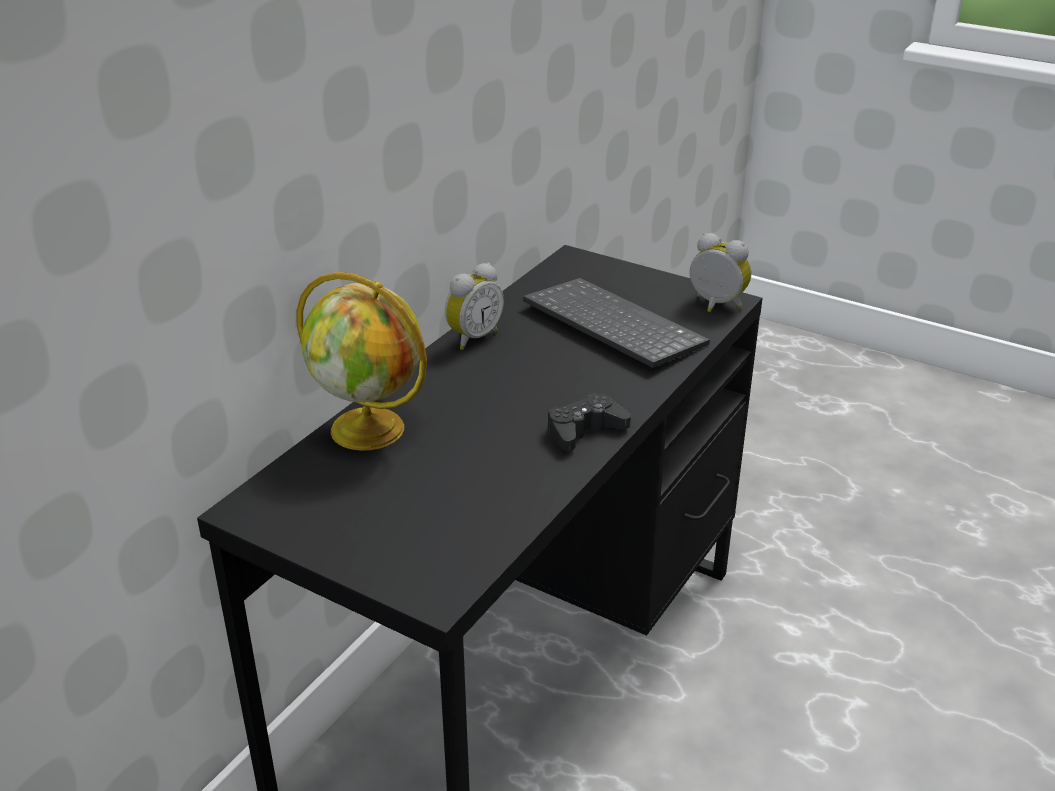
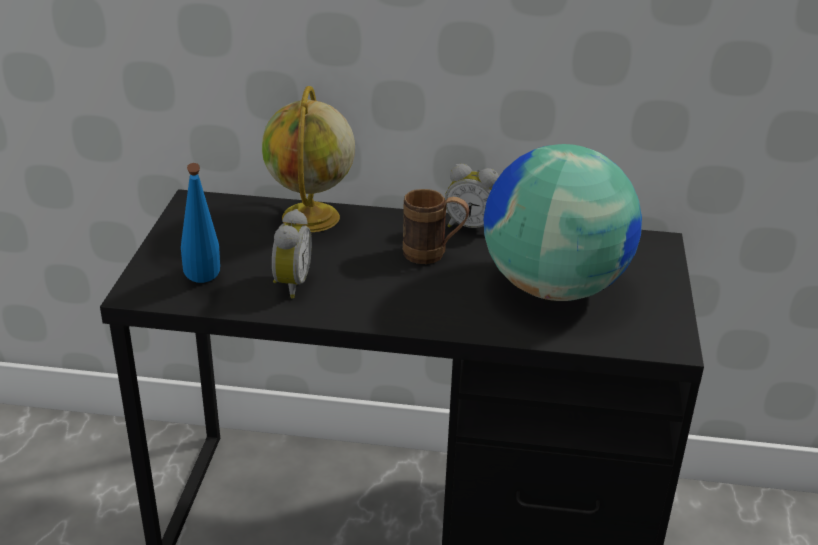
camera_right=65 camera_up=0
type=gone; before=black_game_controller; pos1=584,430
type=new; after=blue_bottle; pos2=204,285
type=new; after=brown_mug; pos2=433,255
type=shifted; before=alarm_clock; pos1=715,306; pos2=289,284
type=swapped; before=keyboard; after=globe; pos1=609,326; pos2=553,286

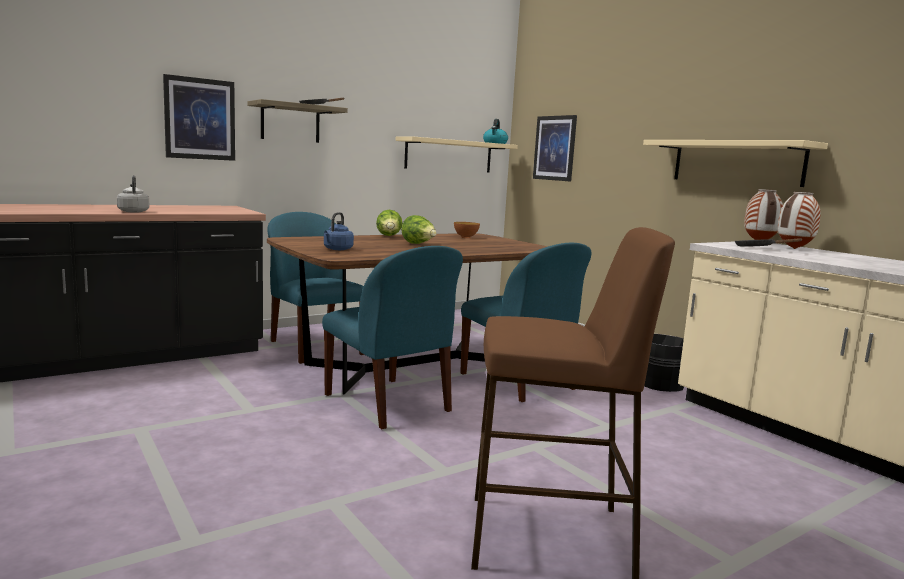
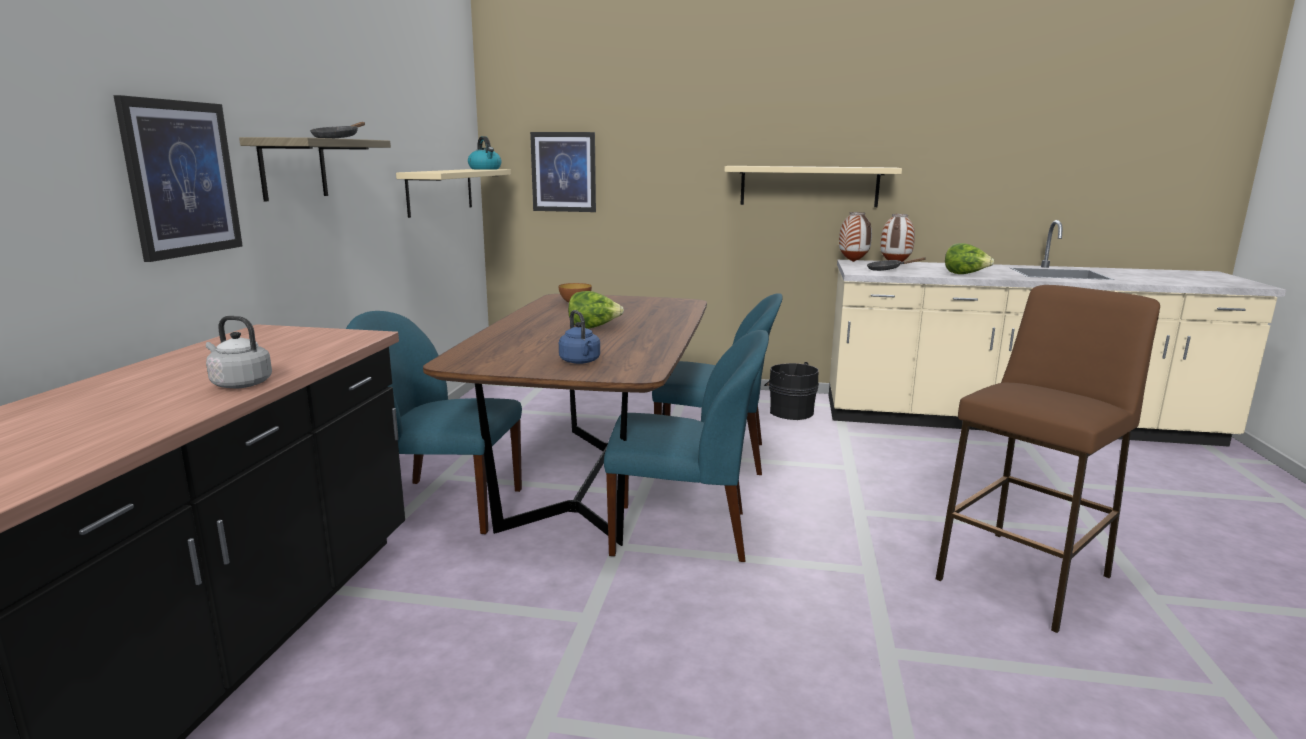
camera_right=-45 camera_up=5
type=shifted; before=lettuce; pos1=389,236; pos2=965,274

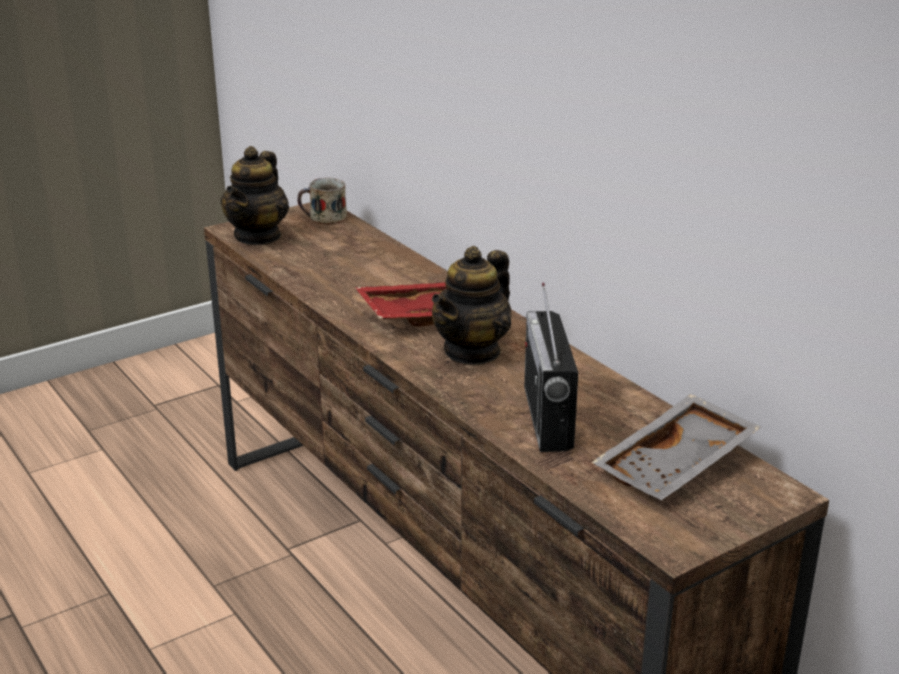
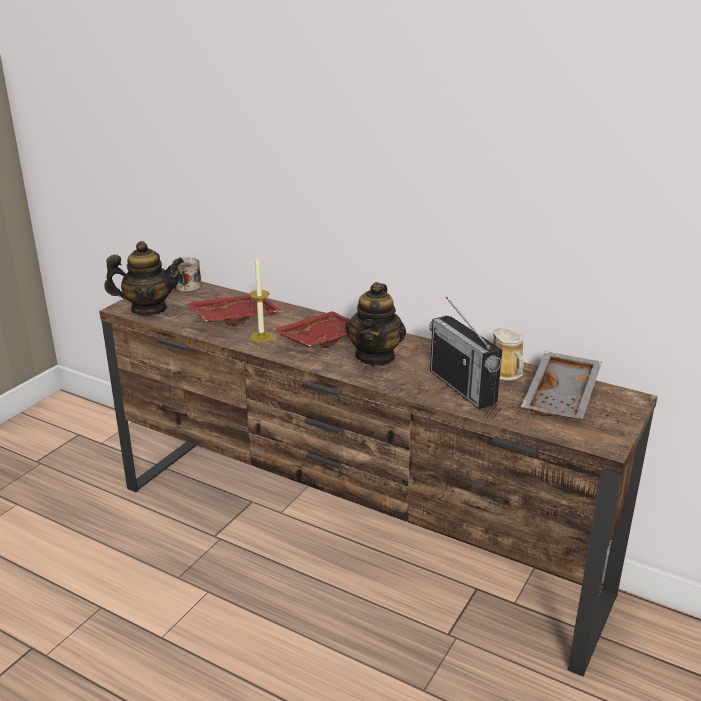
camera_right=-25 camera_up=0
type=new; after=red_tray; pos2=233,318
type=new; after=candle; pos2=261,337
type=new; after=mug; pos2=506,374
type=rotated; before=teapot; pos1=258,236; pos2=149,309; turn=-90

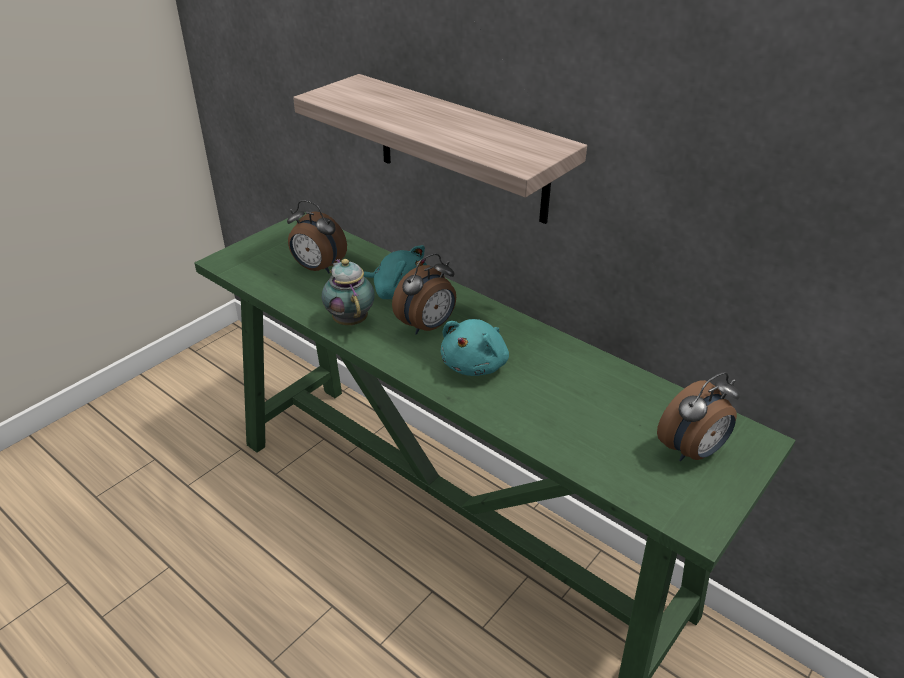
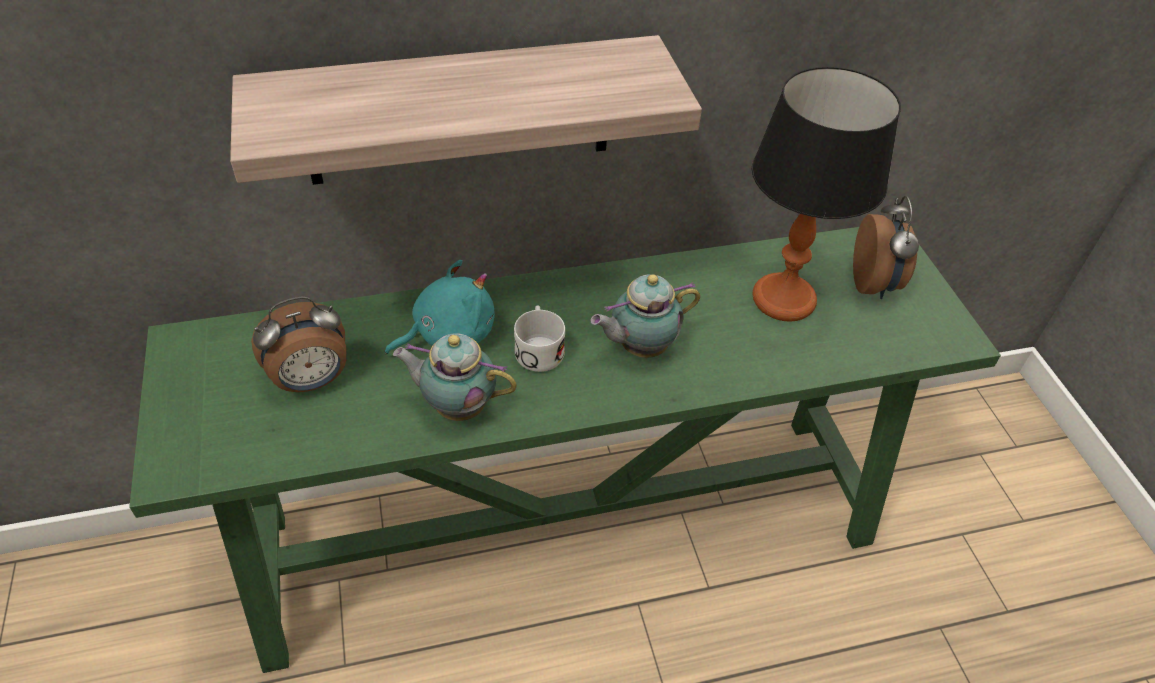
camera_right=-55 camera_up=10
type=new; after=table_lamp; pos2=782,298
type=swapped; before=alarm_clock; after=white_mug; pos1=427,326; pos2=539,348
type=swapped; before=turquoise_plush_toy; after=teapot; pos1=476,364; pos2=640,347

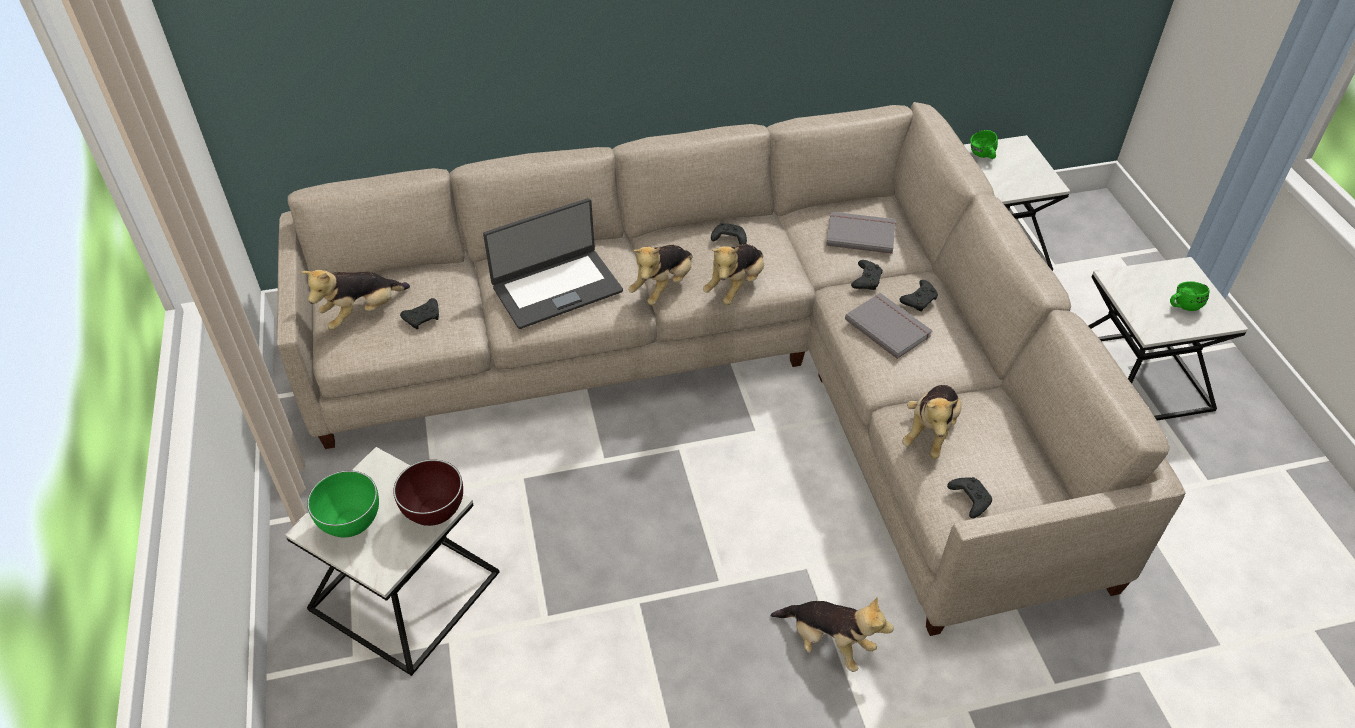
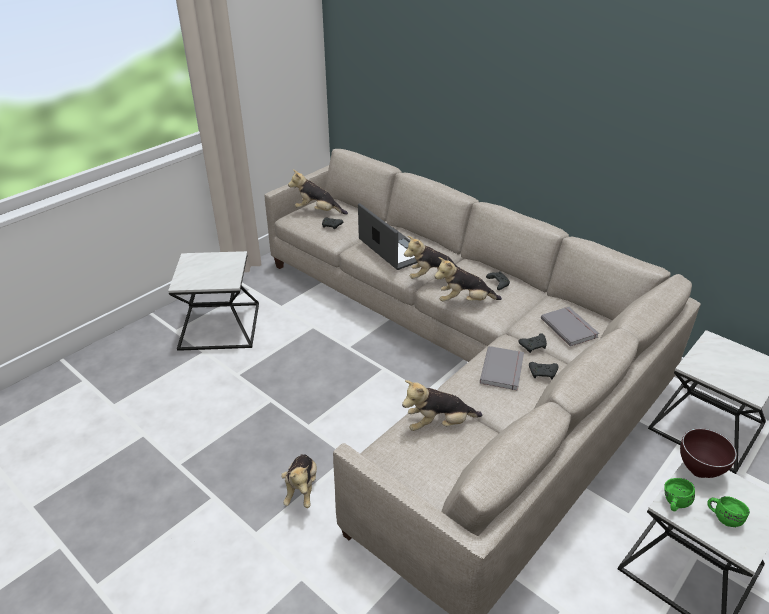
camera_right=55 camera_up=-10
type=gone; before=green_bowl; pos1=351,526
type=gone; before=black_game_controller; pos1=969,499
type=shifted; before=brown_bowl; pos1=437,514; pos2=700,471
type=shifted; before=green_mug; pos1=982,156; pos2=673,503
type=rotated; before=laptop; pos1=556,288; pos2=393,249; turn=-150

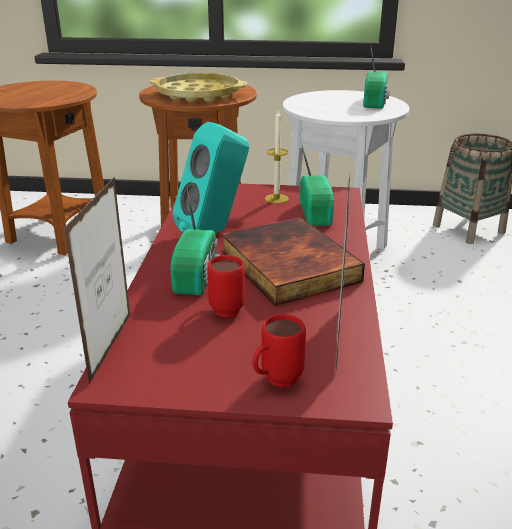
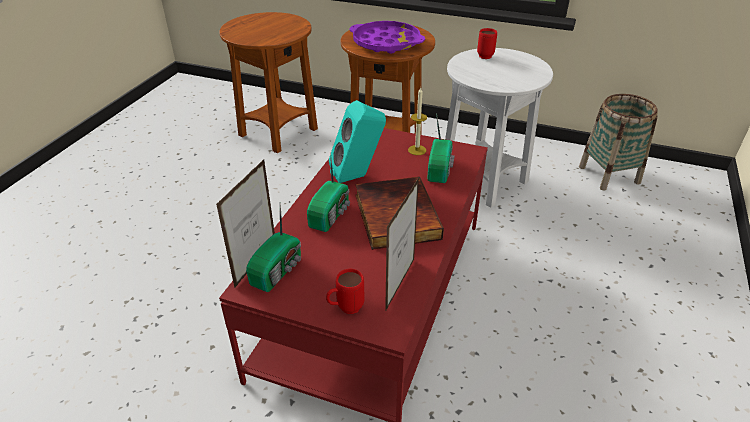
camera_right=15 camera_up=10
type=shifted; before=red_mug; pos1=226,307; pos2=485,55
type=shifted; before=radio; pos1=376,102; pos2=278,270
type=repainted; before=yellow_tray; after=purple_tray; pos1=198,94; pos2=386,43

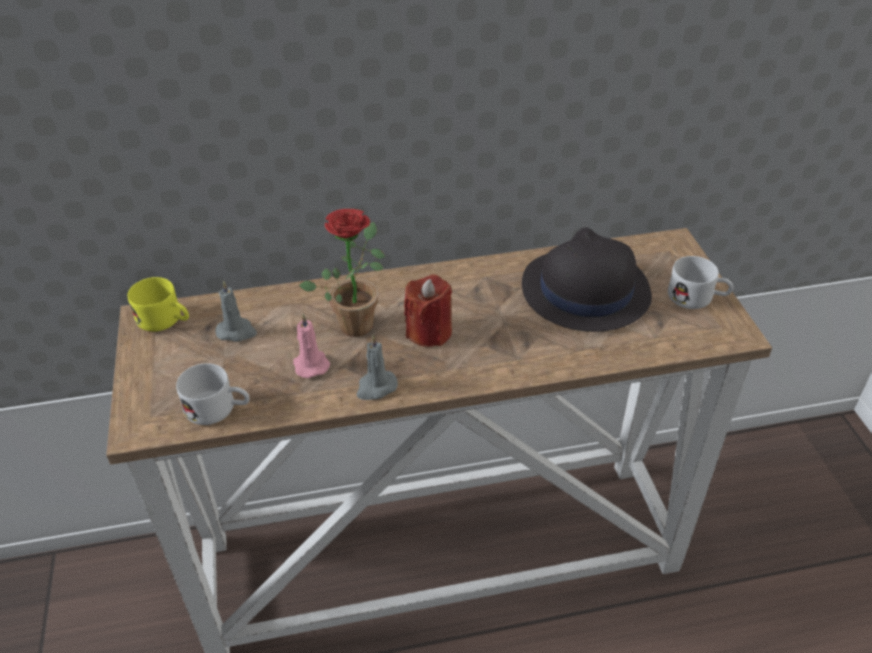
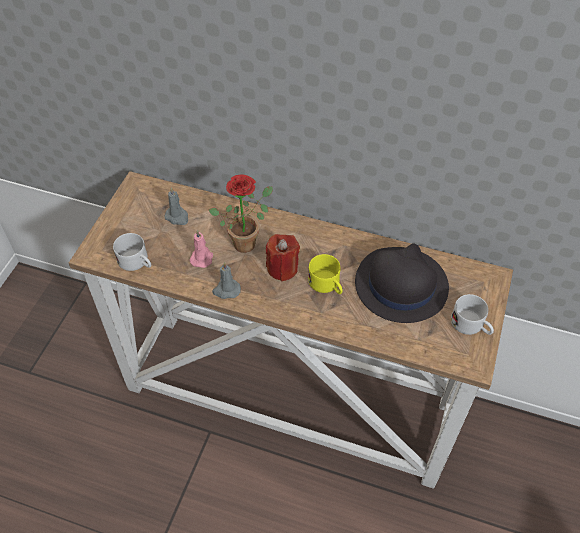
camera_right=30 camera_up=10
type=shifted; before=yellow_mug; pos1=166,320; pos2=327,285

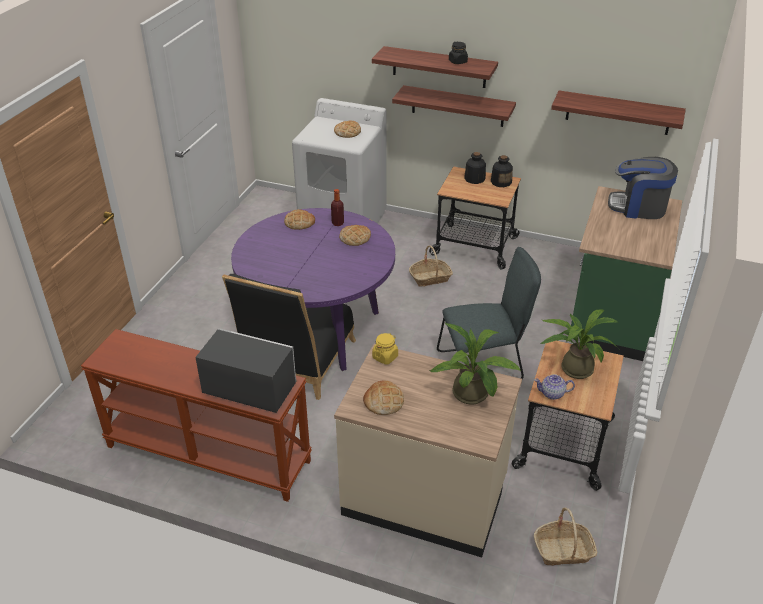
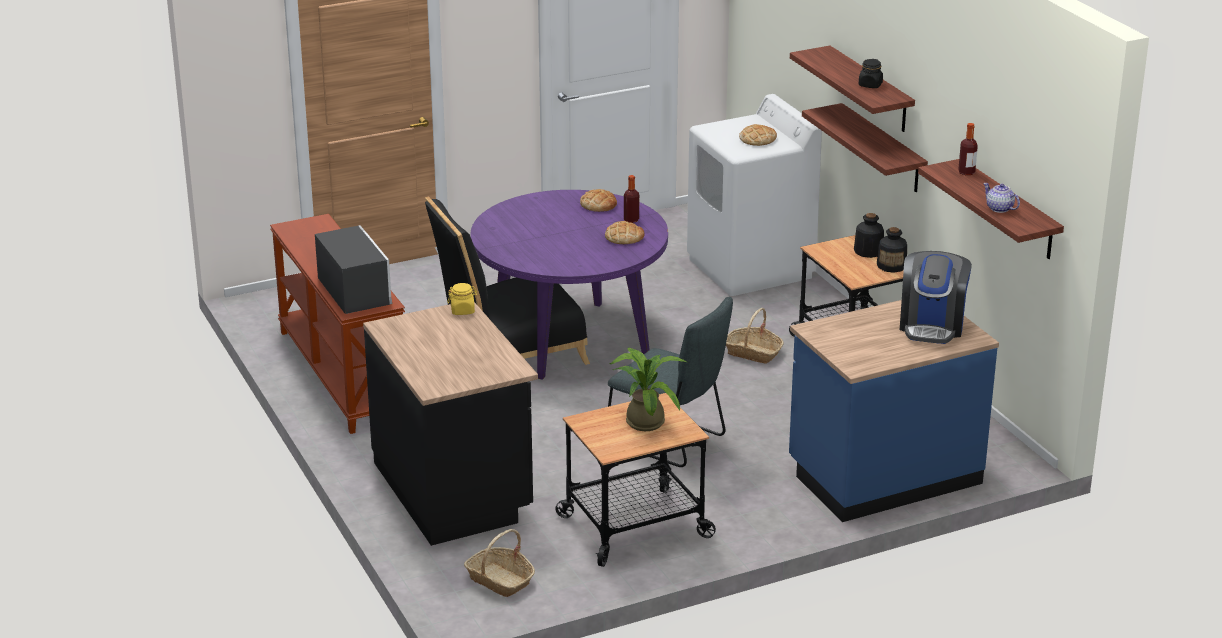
camera_right=45 camera_up=-10
type=gone; before=bread; pos1=383,401
type=gone; before=potted_plant; pos1=473,396
type=new; after=bottle; pos2=966,172
type=shifted; before=teapot; pos1=552,394; pos2=999,209
type=repainted; before=beige_counter; after=black_counter; pos1=425,497; pos2=454,489
type=repainted; before=green_counter; after=blue_counter; pos1=611,317; pos2=883,474
type=rotated; before=coffee_machine; pos1=638,207; pos2=932,325; turn=-135

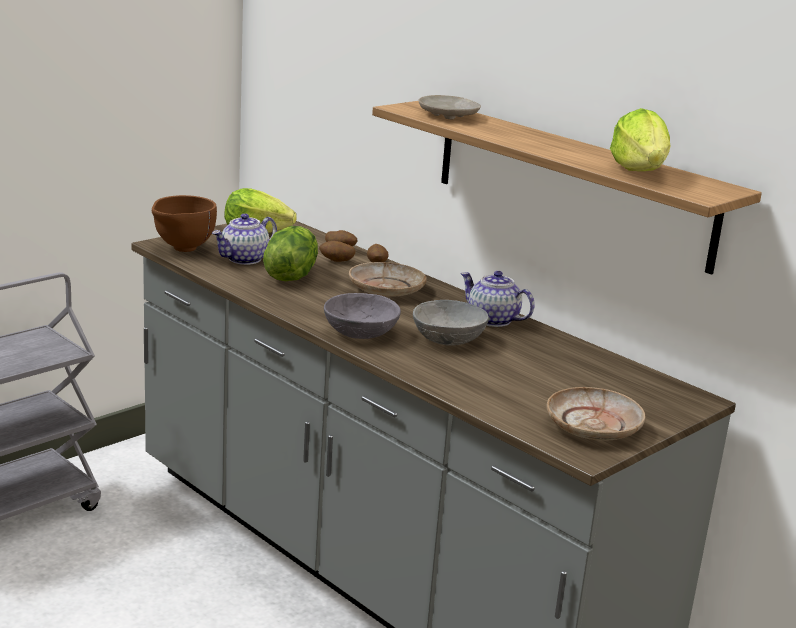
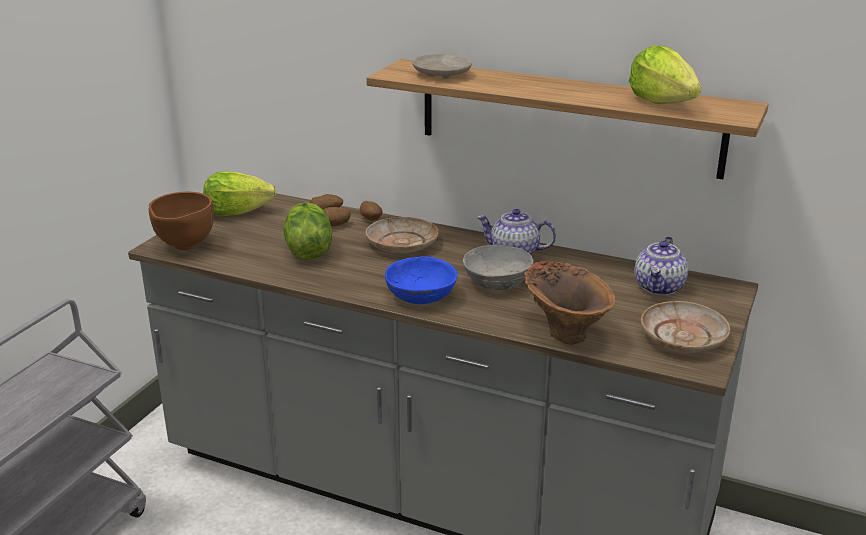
camera_right=-20 camera_up=5
type=new; after=brown_vase; pos2=565,330
type=shifted; before=teapot; pos1=244,259; pos2=659,287
type=repainted; before=grey_bowl; after=blue_bowl; pos1=359,332; pos2=420,296

